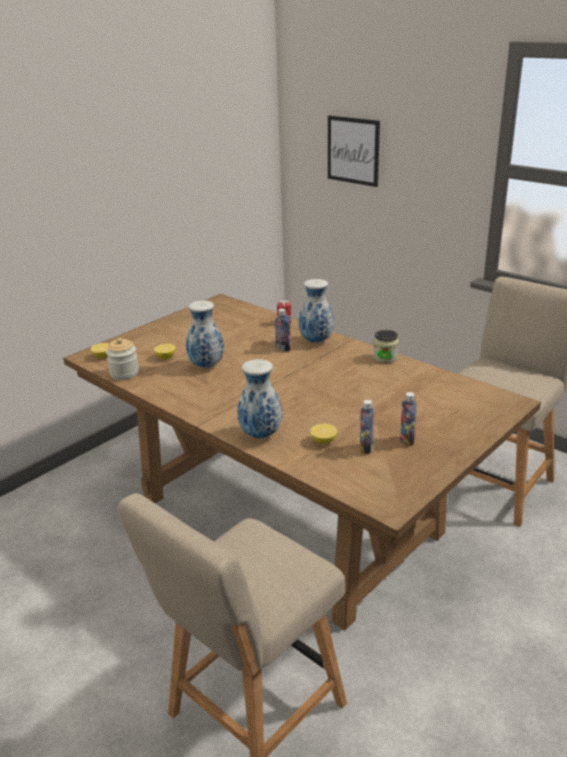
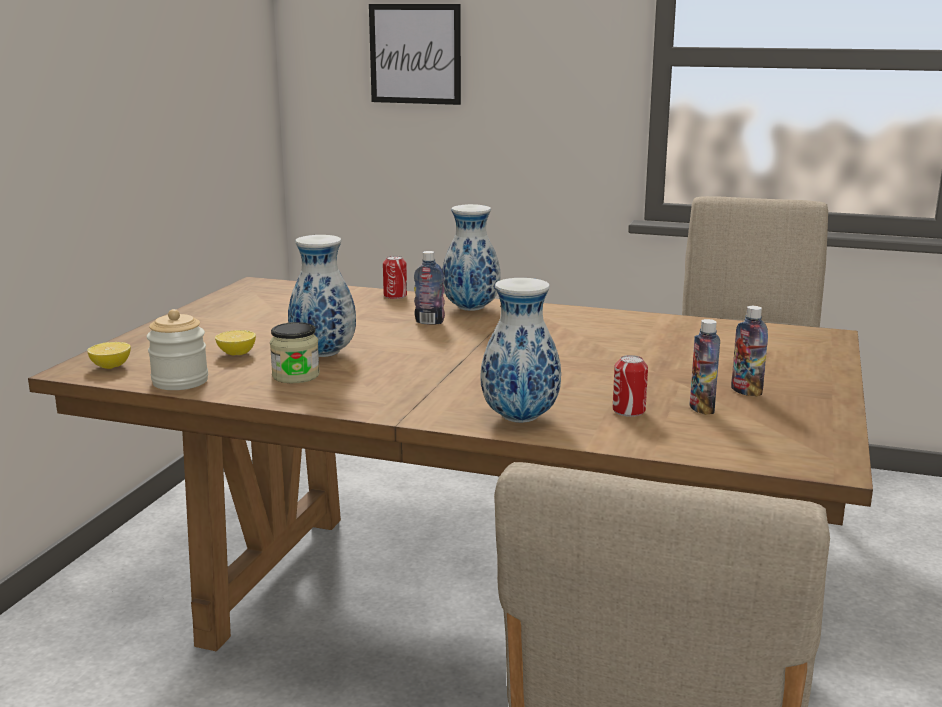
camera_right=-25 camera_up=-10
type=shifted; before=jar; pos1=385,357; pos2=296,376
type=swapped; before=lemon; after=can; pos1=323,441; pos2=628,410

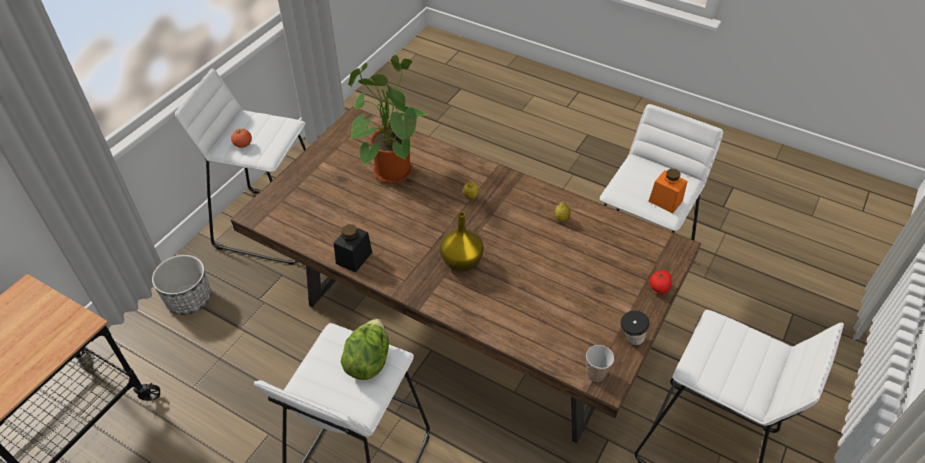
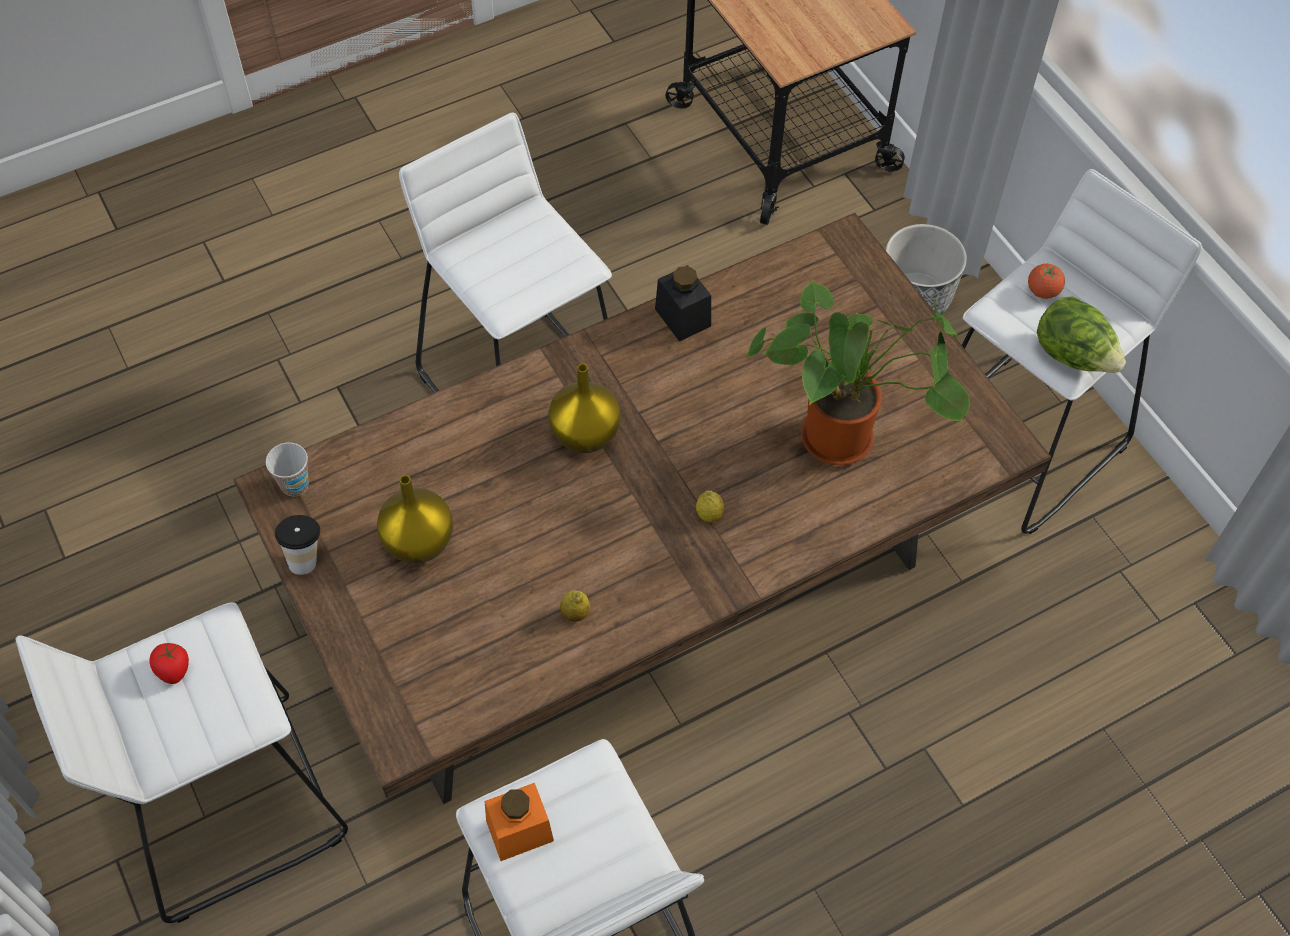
camera_right=120 camera_up=10
type=new; after=yellow_vase; pos2=419,541
type=shifted; before=lettuce; pos1=368,361; pos2=1073,356
type=shifted; before=tomato; pos1=659,287; pos2=173,670

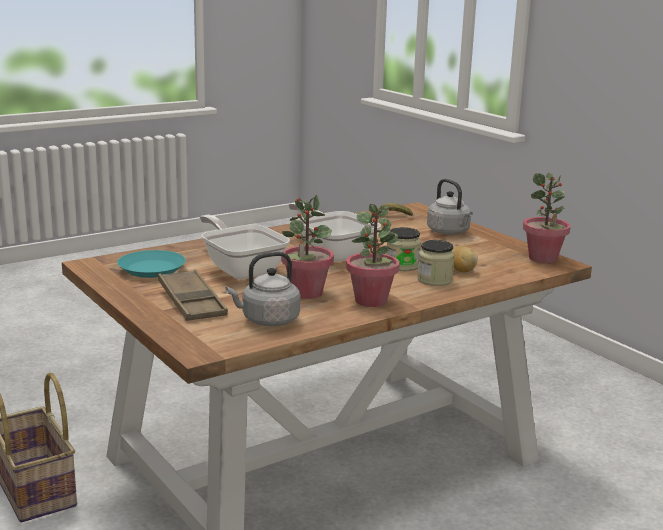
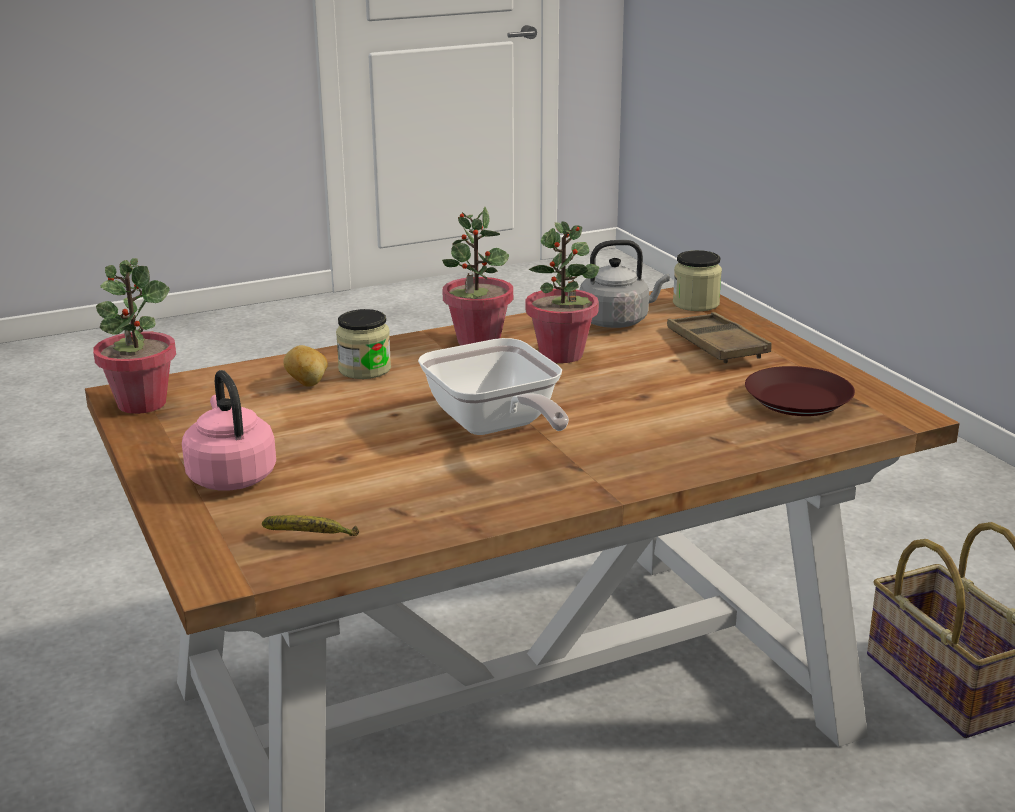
camera_right=-170 camera_up=5
type=gone; before=frying_pan; pos1=241,269
type=shifted; before=jar; pos1=402,265; pos2=696,304
type=repainted; before=turquoise_plate; after=brown_plate; pos1=152,269; pos2=796,400
type=repainted; before=grey_kettle; after=pink_kettle; pos1=449,232; pos2=230,476

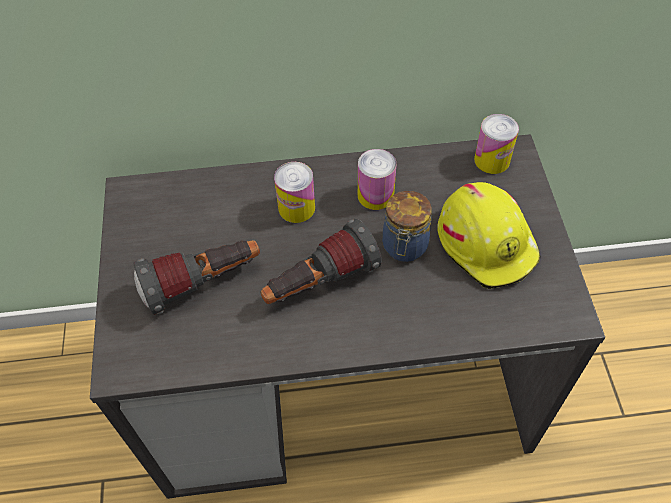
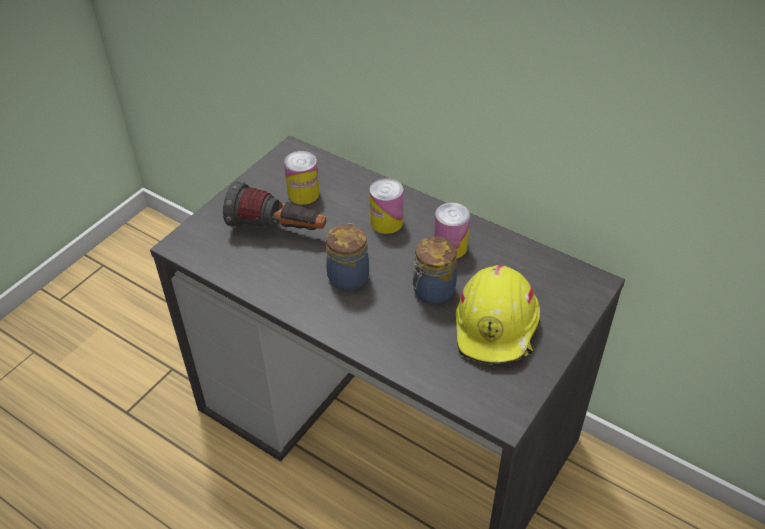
camera_right=40 camera_up=-10
type=shifted; before=can; pos1=492,160; pos2=303,194
type=swapped; before=flashlight; after=jar; pos1=319,283; pos2=349,276

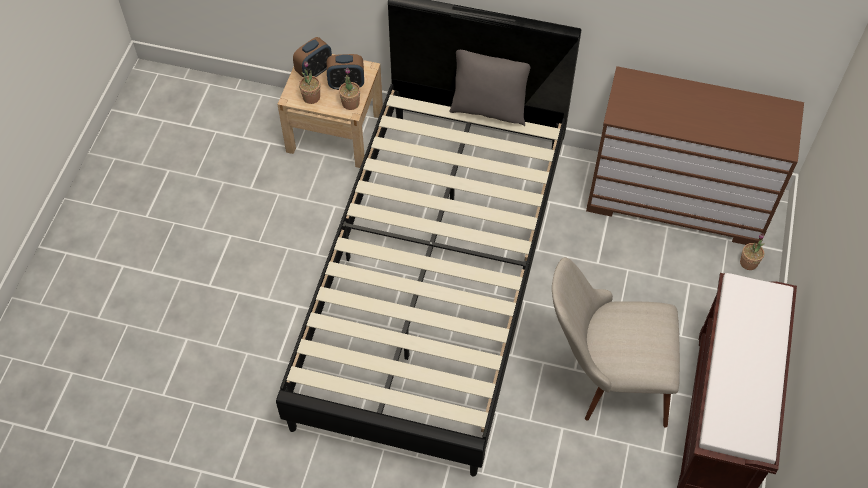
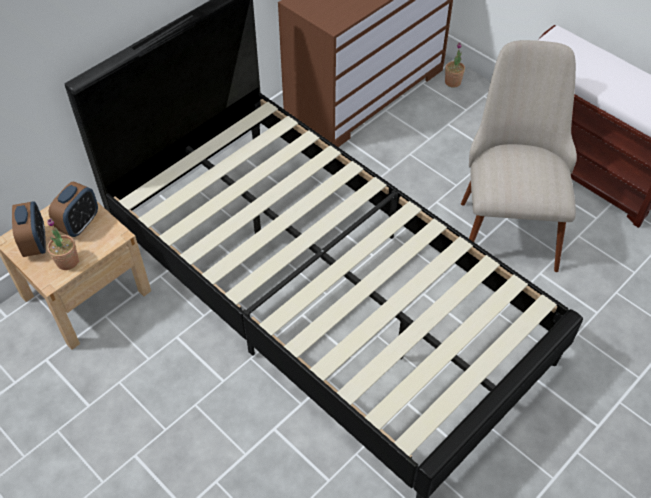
camera_right=-60 camera_up=-5
type=gone; before=potted_plant; pos1=350,103
type=gone; before=grey_pillow; pos1=488,109
type=rotated; before=beige_chair; pos1=605,378; pos2=507,220; turn=150

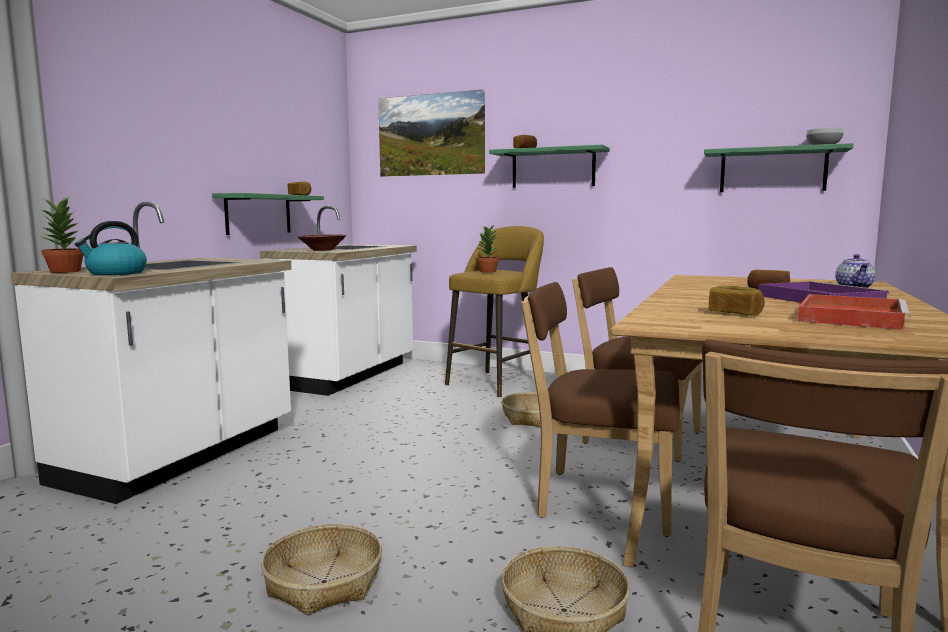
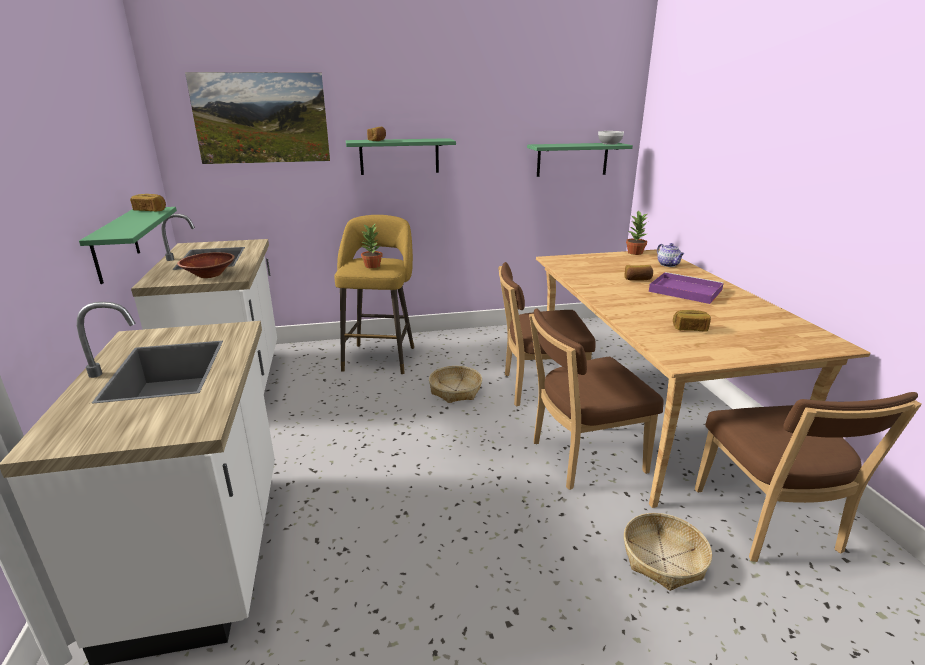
camera_right=-35 camera_up=15
type=gone; before=kettle; pos1=116,273
type=gone; before=basket; pos1=324,582
type=gone; before=red_tray; pos1=850,317
type=shifted; before=potted_plant; pos1=66,271; pos2=635,252

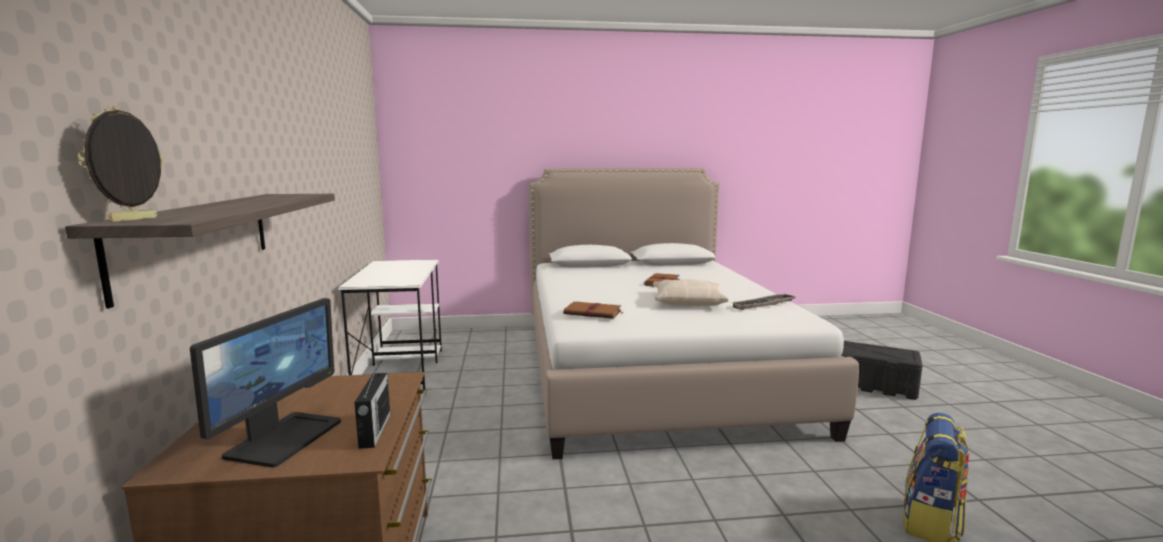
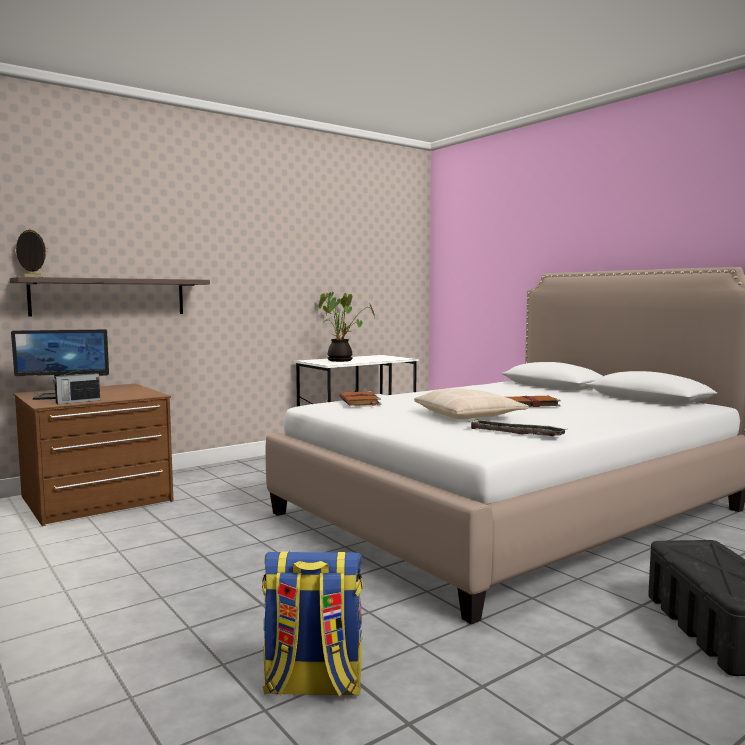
camera_right=60 camera_up=-5
type=new; after=potted_plant; pos2=342,360

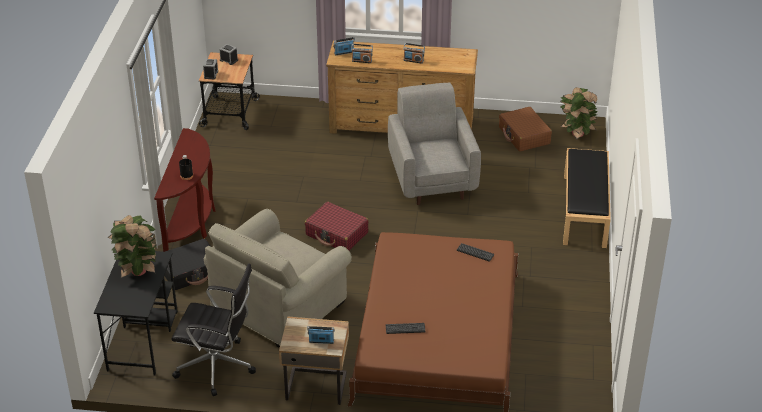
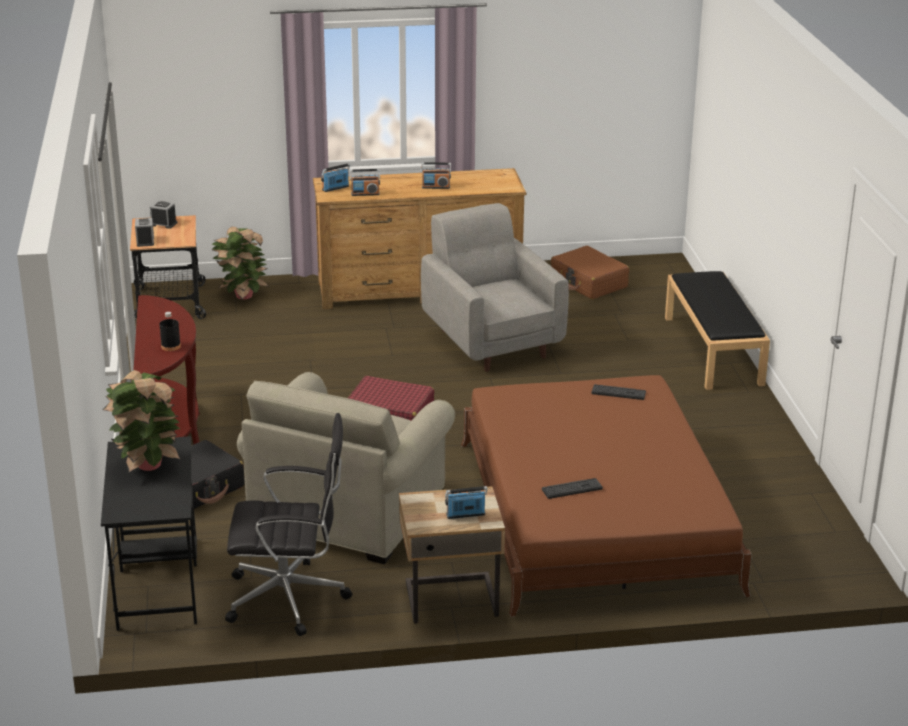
camera_right=-15 camera_up=-10
type=shifted; before=potted_plant; pos1=576,133; pos2=242,296

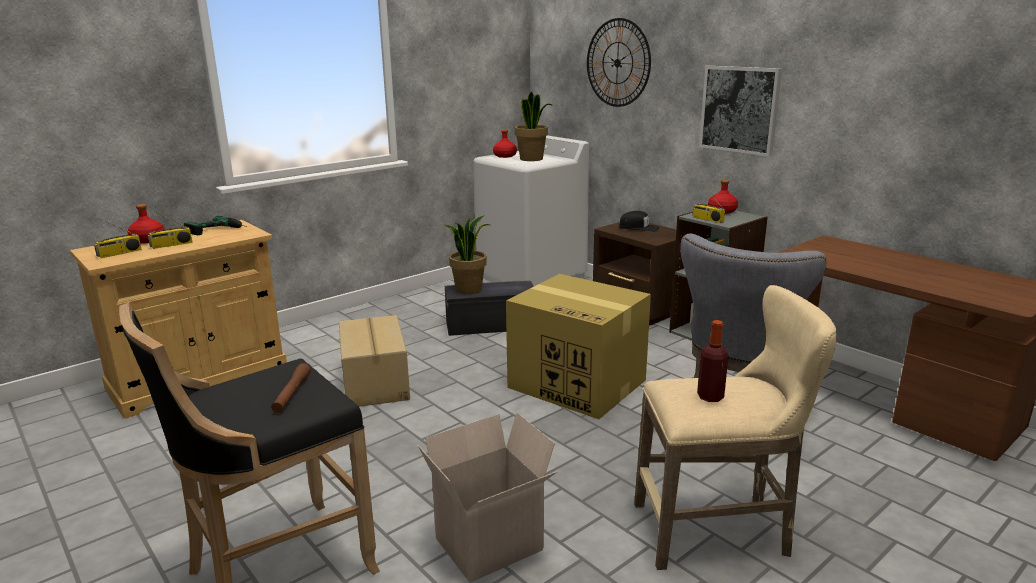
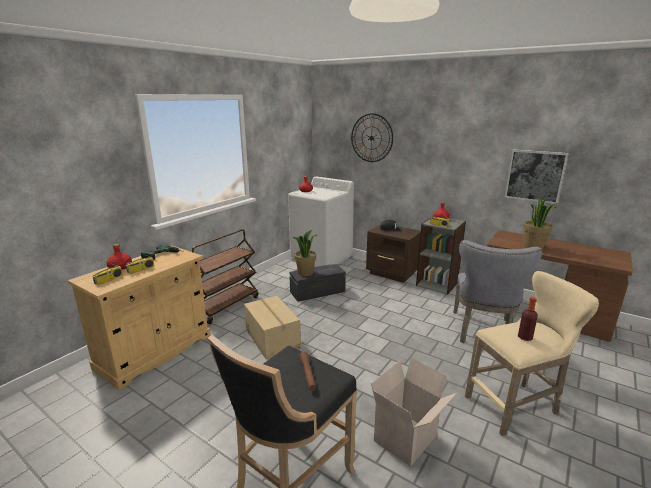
camera_right=-15 camera_up=0
type=gone; before=cardboard_box; pos1=578,384
type=new; after=brown_cart; pos2=226,306
type=shifted; before=potted_plant; pos1=532,159; pos2=534,247
type=shifted; before=picture; pos1=739,109; pos2=535,176

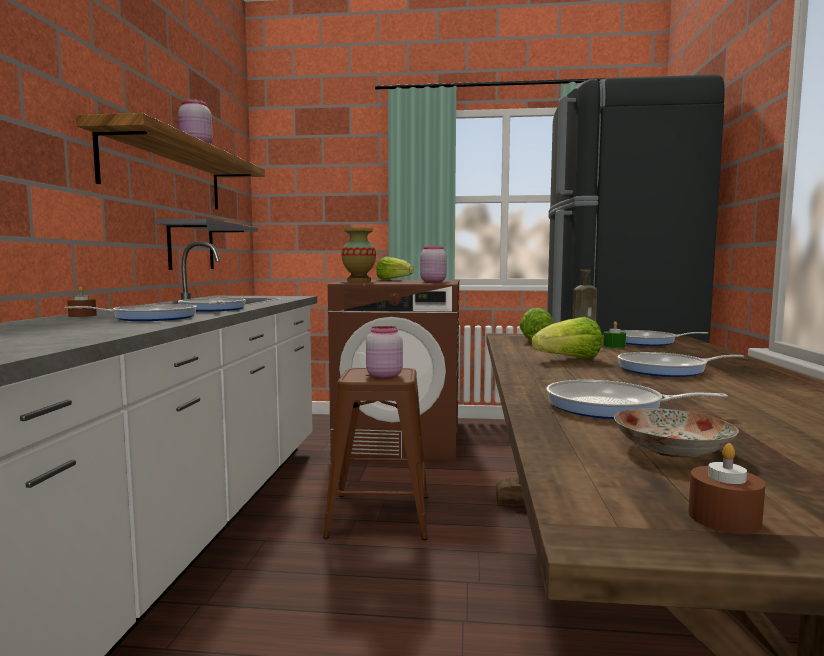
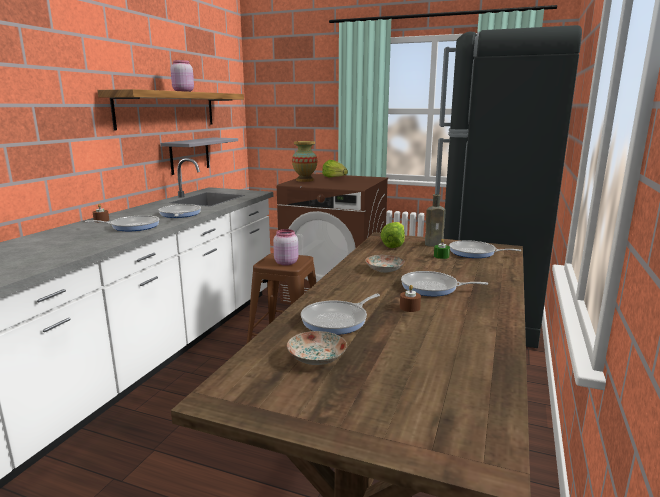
camera_right=15 camera_up=10
type=gone; before=pink_jar; pos1=432,281
type=shifted; before=brown_candle; pos1=724,518; pos2=409,307
type=swapped; before=lettuce; after=plate; pos1=569,359; pos2=385,270
type=rotated; before=frying_pan; pos1=610,407; pos2=337,320; turn=-75

